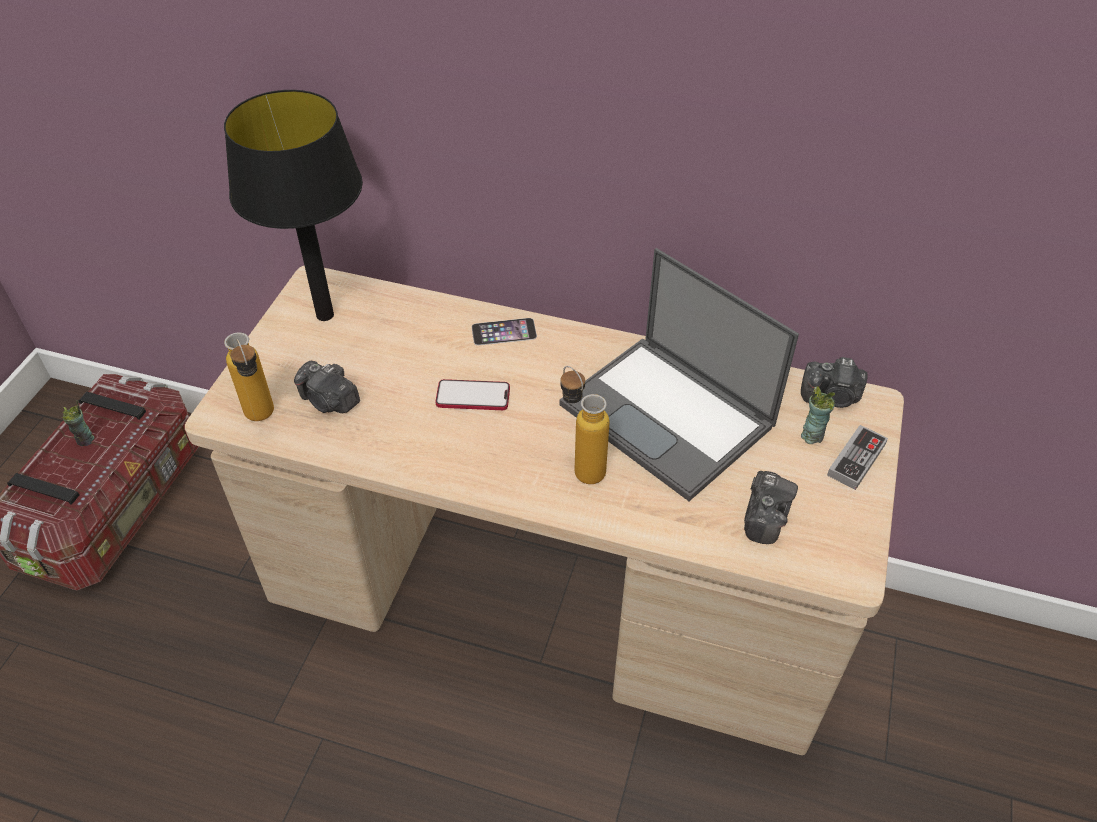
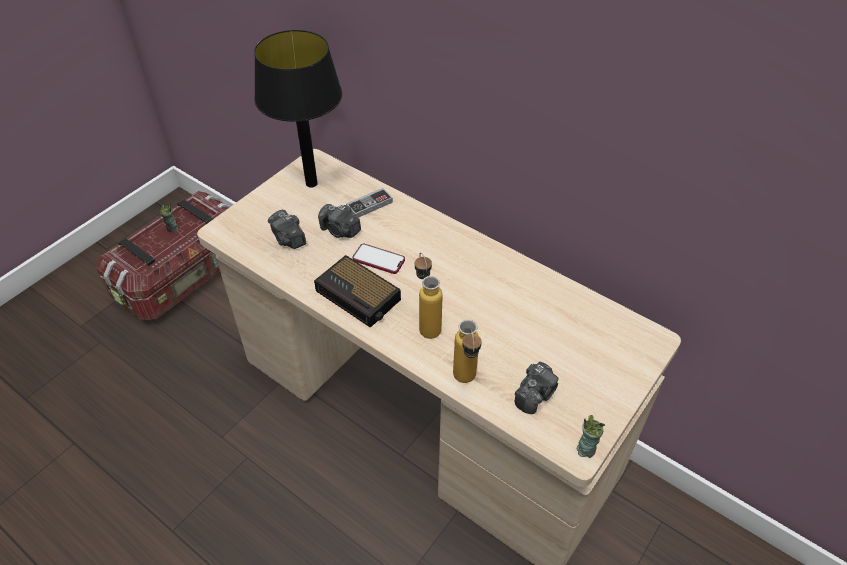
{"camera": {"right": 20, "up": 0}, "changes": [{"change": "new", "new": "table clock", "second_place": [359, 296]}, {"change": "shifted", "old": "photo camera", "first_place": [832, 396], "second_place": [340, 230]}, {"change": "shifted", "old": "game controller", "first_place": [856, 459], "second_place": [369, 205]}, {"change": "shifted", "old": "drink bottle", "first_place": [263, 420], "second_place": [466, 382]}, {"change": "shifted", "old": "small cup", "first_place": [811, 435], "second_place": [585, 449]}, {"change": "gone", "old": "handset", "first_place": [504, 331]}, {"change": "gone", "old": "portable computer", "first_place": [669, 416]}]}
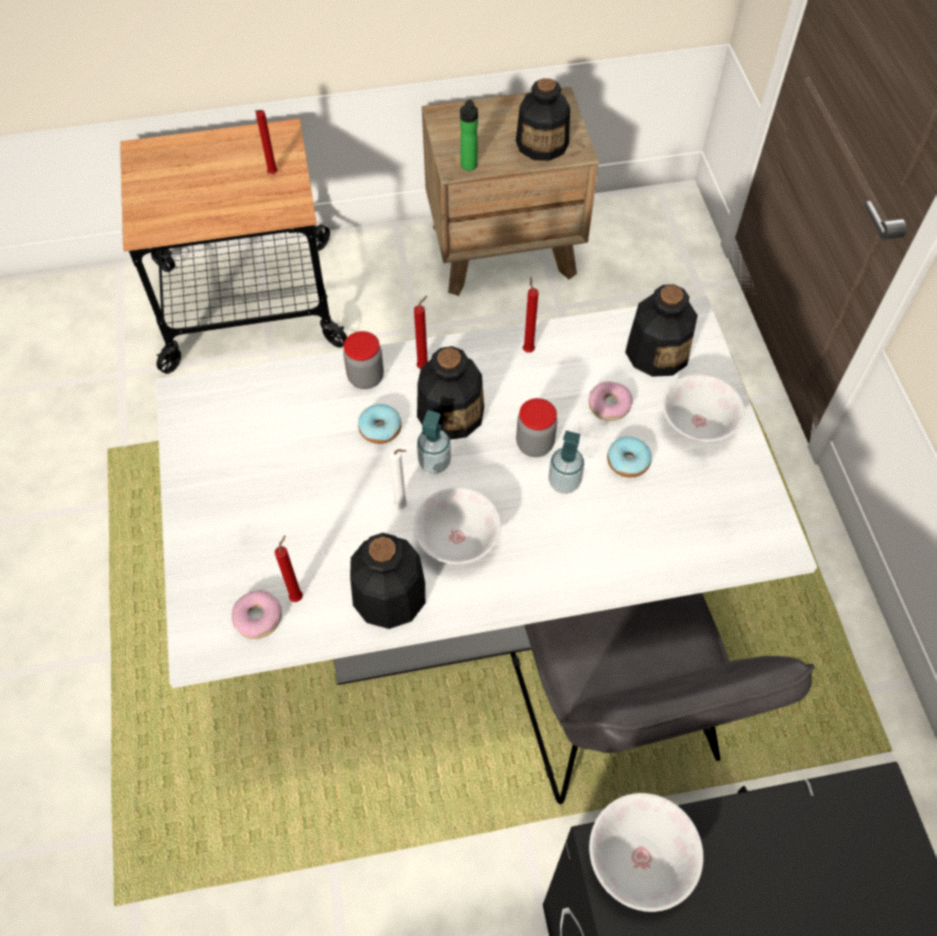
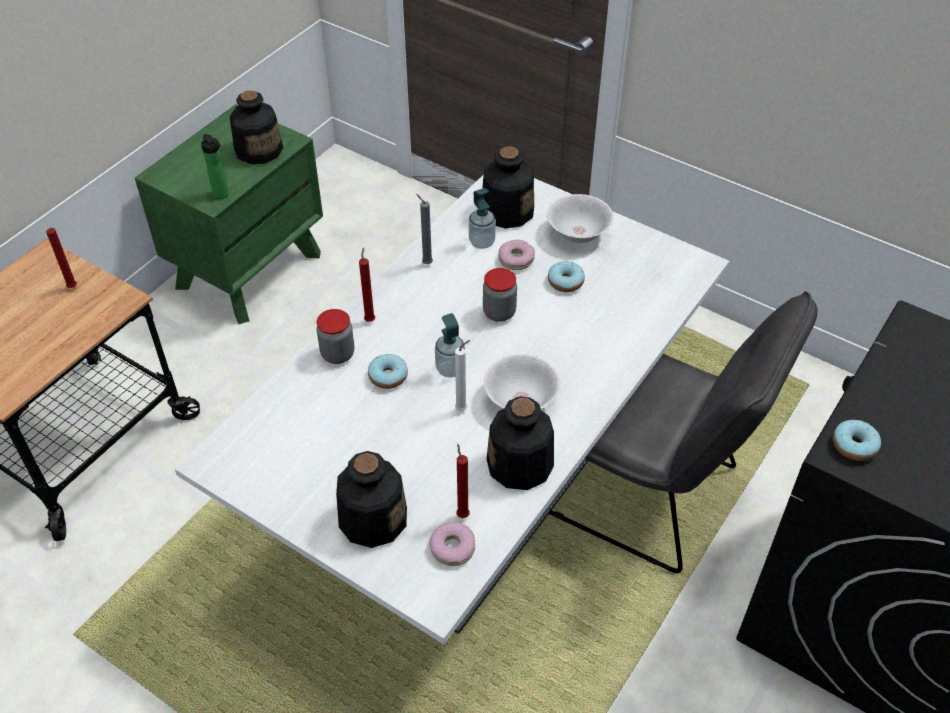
{"camera": {"right": -45, "up": -10}, "changes": [{"change": "repainted", "old": "brownish nightstand", "new": "greenish nightstand", "first_place": [504, 250], "second_place": [249, 269]}, {"change": "shifted", "old": "drink bottle", "first_place": [450, 412], "second_place": [372, 518]}, {"change": "repainted", "old": "reddish candle", "new": "gray candle", "first_place": [528, 349], "second_place": [426, 263]}, {"change": "shifted", "old": "soap bottle", "first_place": [564, 482], "second_place": [482, 242]}, {"change": "swapped", "old": "whitish deep dish", "new": "ring doughnut", "first_place": [639, 859], "second_place": [854, 445]}]}
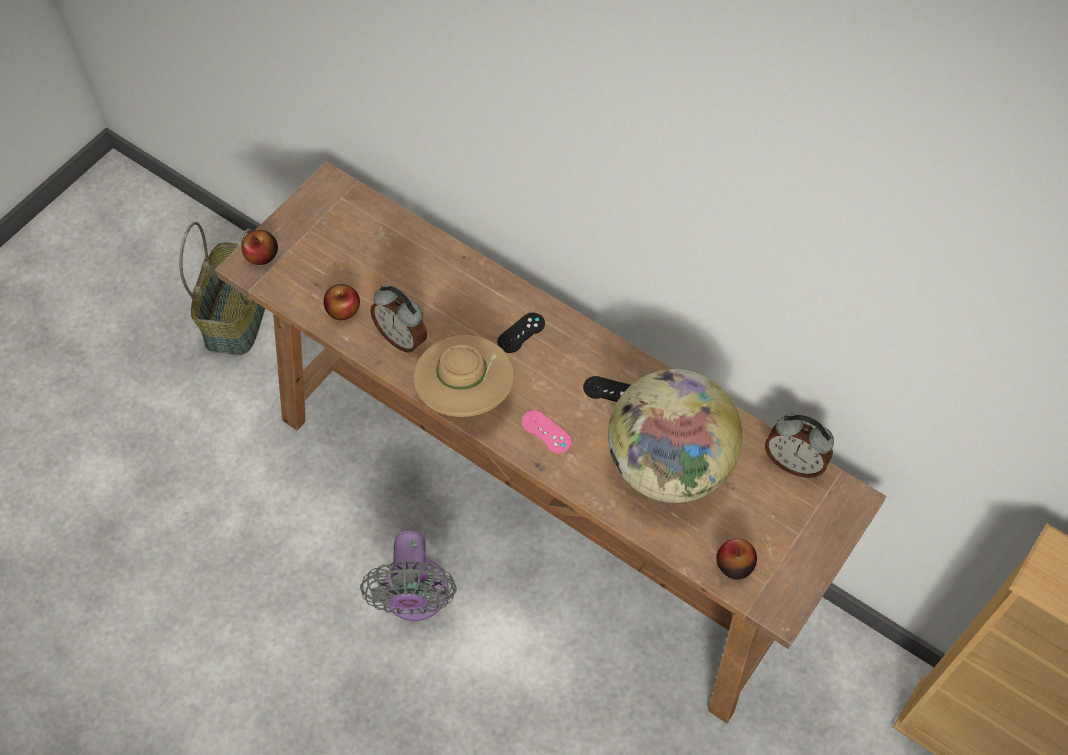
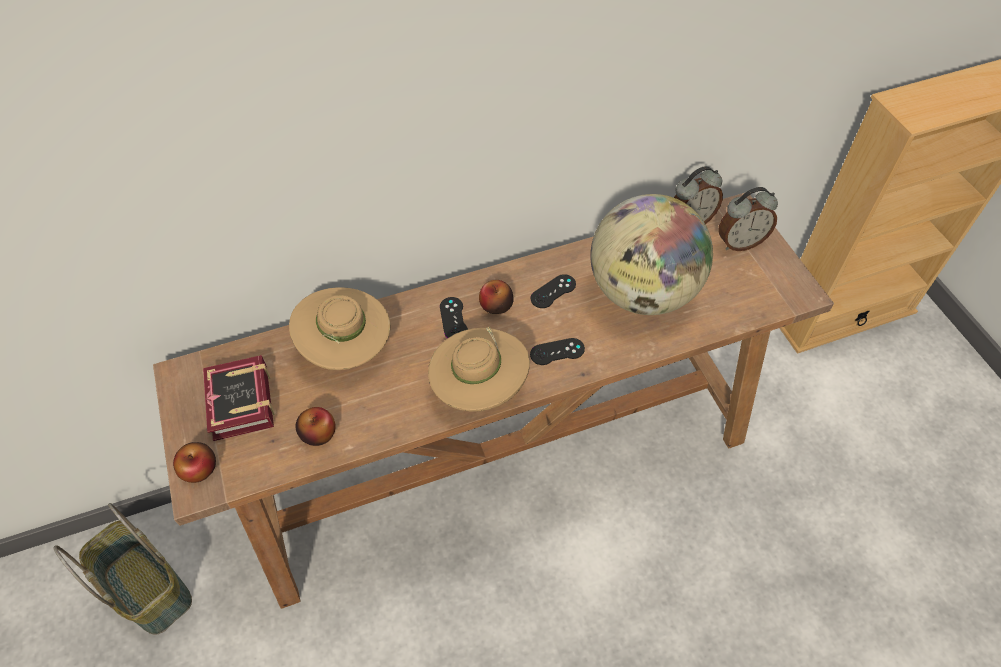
{"camera": {"right": -55, "up": -5}, "changes": [{"change": "new", "new": "volume", "second_place": [239, 406]}, {"change": "new", "new": "beige wearable hat", "second_place": [347, 348]}, {"change": "shifted", "old": "apple", "first_place": [734, 564], "second_place": [496, 305]}, {"change": "repainted", "old": "pinkish game controller", "new": "black game controller", "first_place": [546, 432], "second_place": [557, 352]}, {"change": "shifted", "old": "table clock", "first_place": [402, 338], "second_place": [740, 242]}, {"change": "gone", "old": "gray cooling fan", "first_place": [415, 597]}]}
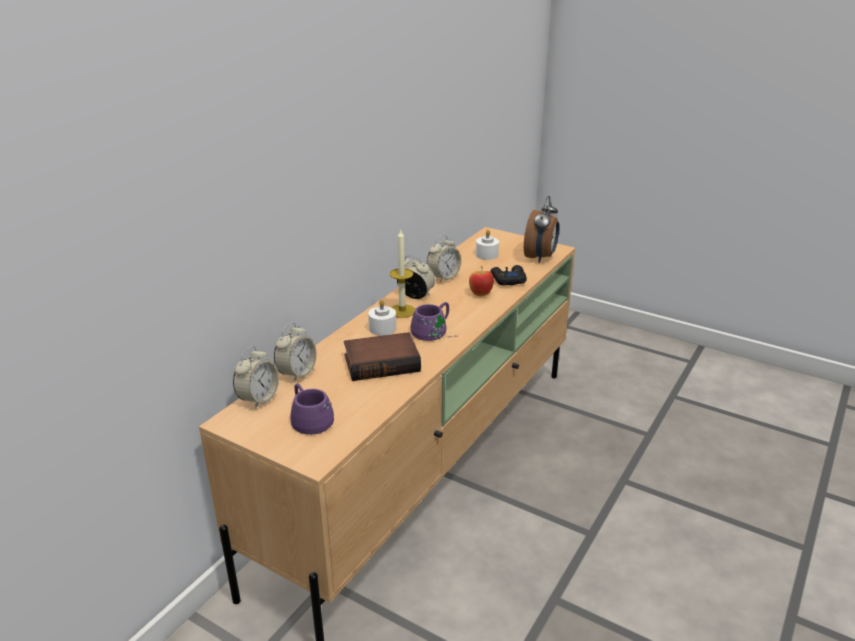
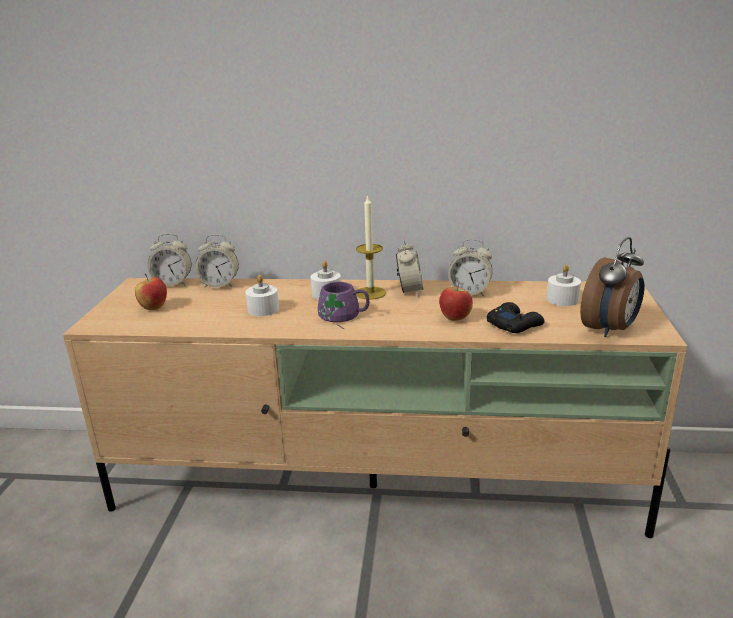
{"camera": {"right": 65, "up": -5}, "changes": [{"change": "swapped", "old": "purple-coloured tea mug", "new": "apple", "first_place": [314, 417], "second_place": [154, 308]}, {"change": "swapped", "old": "volume", "new": "whitish candle", "first_place": [382, 362], "second_place": [263, 309]}, {"change": "rotated", "old": "table clock", "first_place": [540, 257], "second_place": [610, 329], "degrees": -45}]}
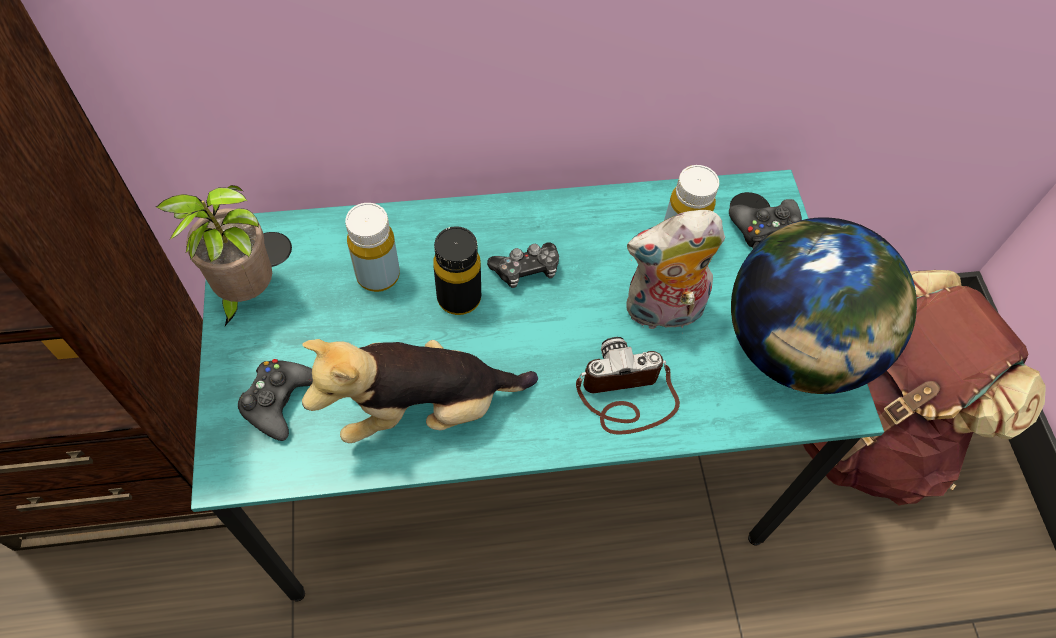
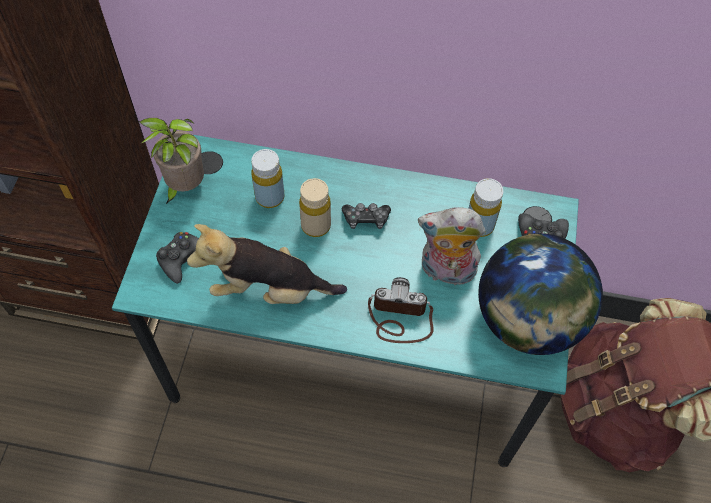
{"camera": {"right": 20, "up": 0}, "changes": [{"change": "repainted", "old": "black drink bottle", "new": "beige drink bottle", "first_place": [459, 298], "second_place": [316, 225]}]}
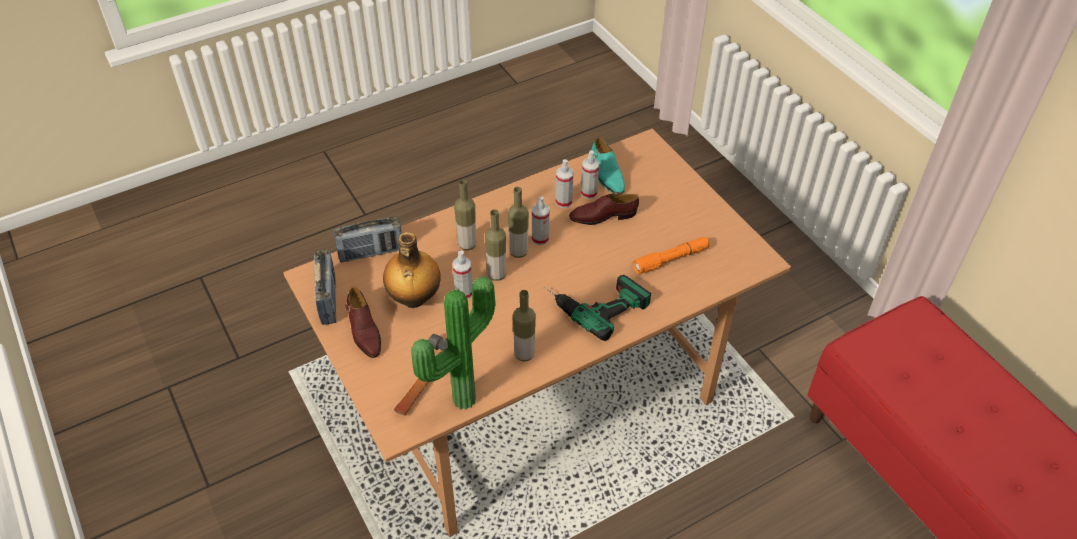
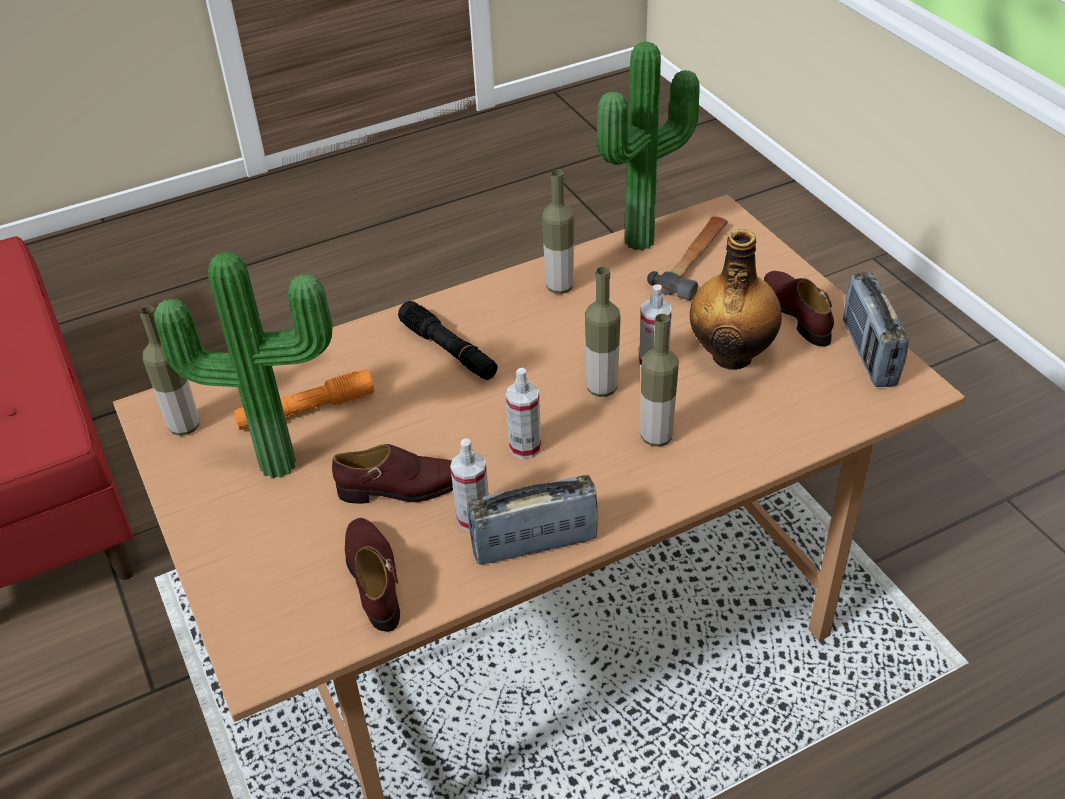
{"camera": {"right": -175, "up": -5}, "changes": [{"change": "shifted", "old": "drink bottle", "first_place": [518, 252], "second_place": [184, 426]}, {"change": "new", "new": "potted plant", "second_place": [278, 460]}, {"change": "repainted", "old": "blue-green item of footwear", "new": "brownish item of footwear", "first_place": [606, 175], "second_place": [374, 578]}, {"change": "swapped", "old": "drill", "new": "black hand torch", "first_place": [594, 301], "second_place": [448, 350]}, {"change": "shifted", "old": "radio receiver", "first_place": [371, 252], "second_place": [534, 544]}, {"change": "gone", "old": "sprayer", "first_place": [589, 193]}]}
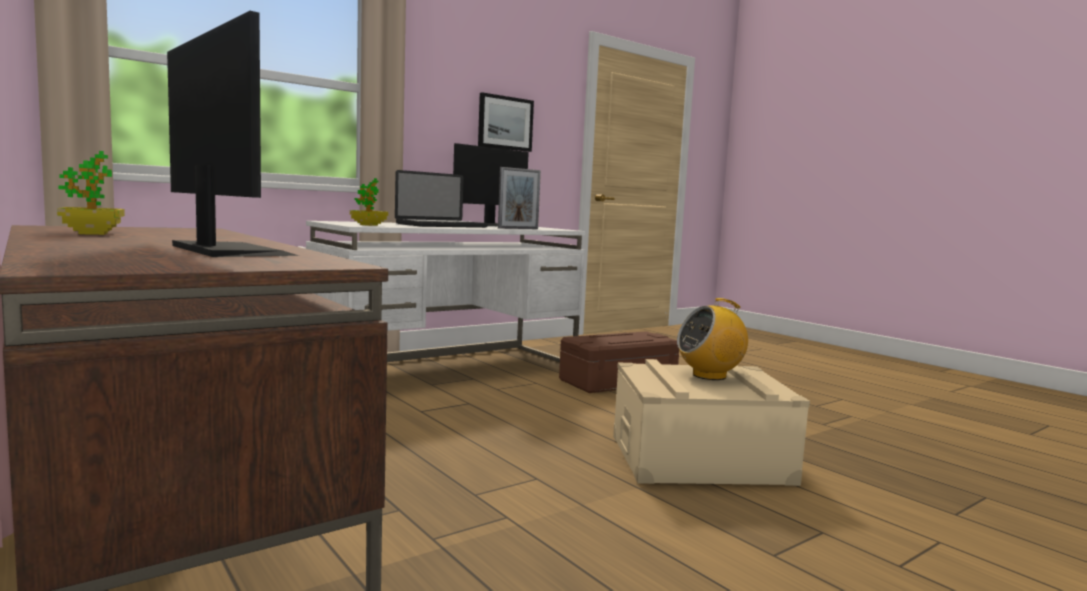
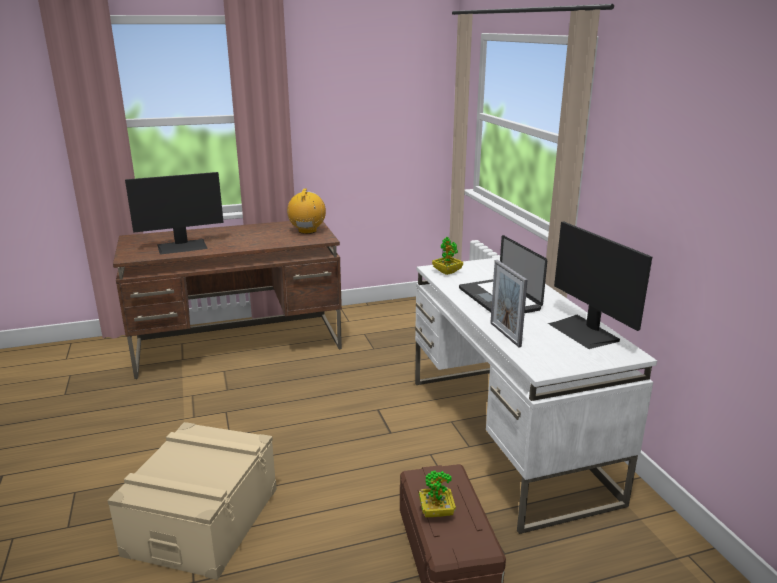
{"camera": {"right": 110, "up": 15}, "changes": [{"change": "shifted", "old": "radio receiver", "first_place": [709, 376], "second_place": [307, 231]}, {"change": "shifted", "old": "potted plant", "first_place": [93, 233], "second_place": [436, 511]}, {"change": "gone", "old": "wall art", "first_place": [505, 123]}]}
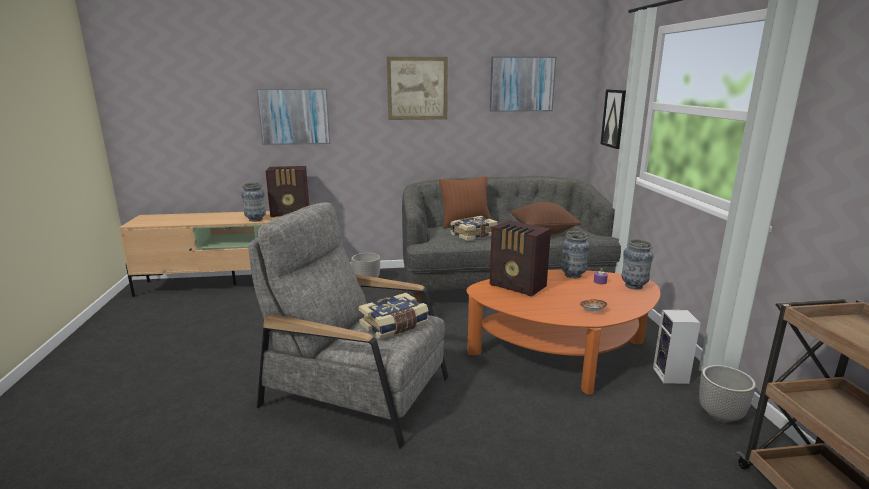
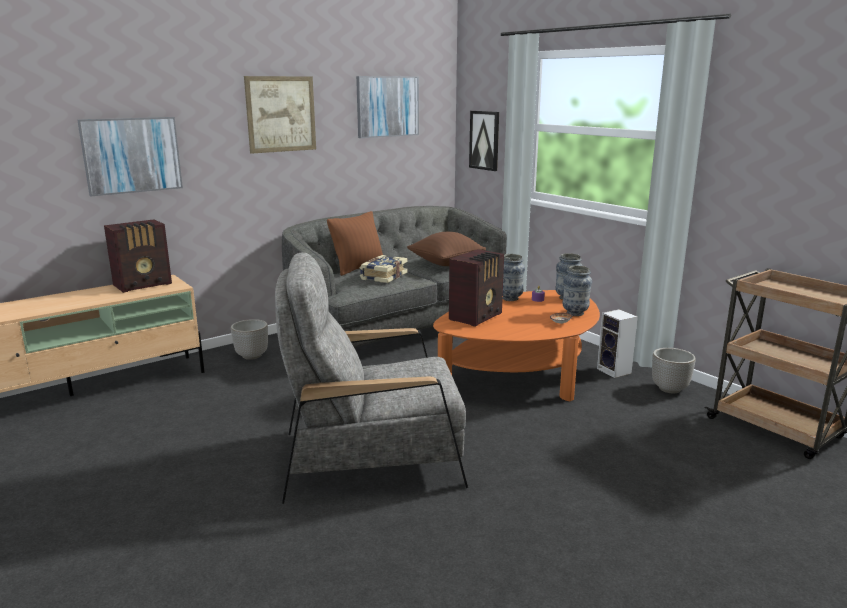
{"camera": {"right": -30, "up": 0}, "changes": [{"change": "rotated", "old": "radio receiver", "first_place": [518, 286], "second_place": [477, 316], "degrees": -60}, {"change": "shifted", "old": "vase", "first_place": [255, 220], "second_place": [575, 313]}, {"change": "gone", "old": "volume", "first_place": [394, 326]}]}
